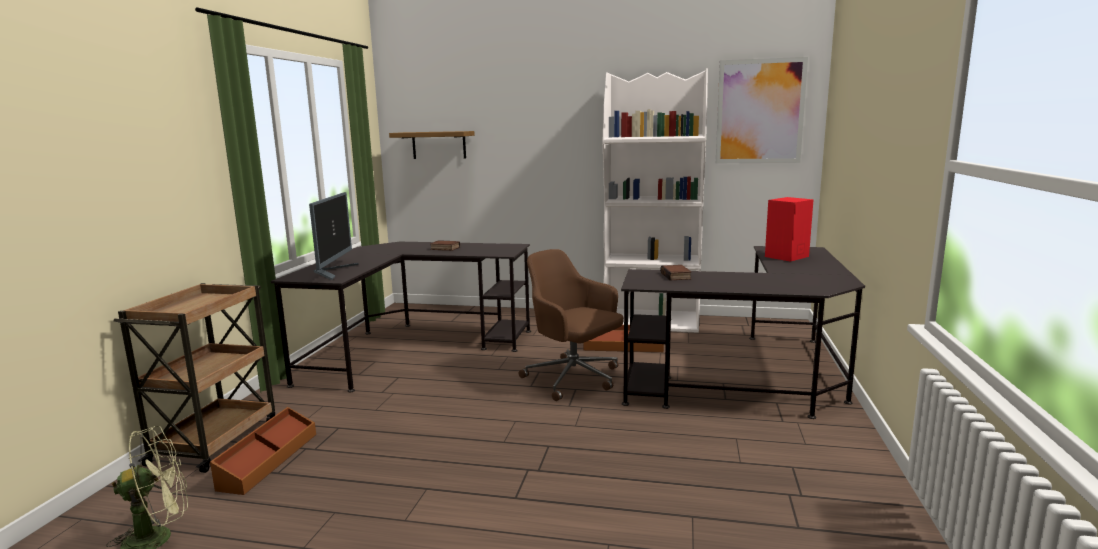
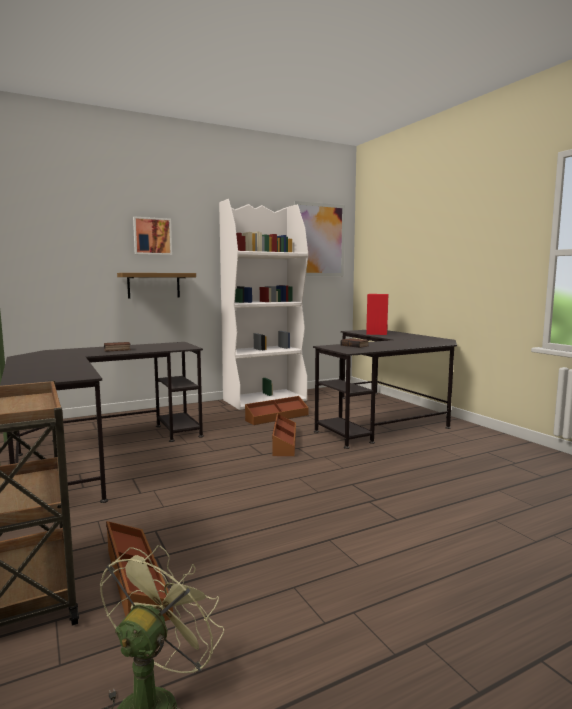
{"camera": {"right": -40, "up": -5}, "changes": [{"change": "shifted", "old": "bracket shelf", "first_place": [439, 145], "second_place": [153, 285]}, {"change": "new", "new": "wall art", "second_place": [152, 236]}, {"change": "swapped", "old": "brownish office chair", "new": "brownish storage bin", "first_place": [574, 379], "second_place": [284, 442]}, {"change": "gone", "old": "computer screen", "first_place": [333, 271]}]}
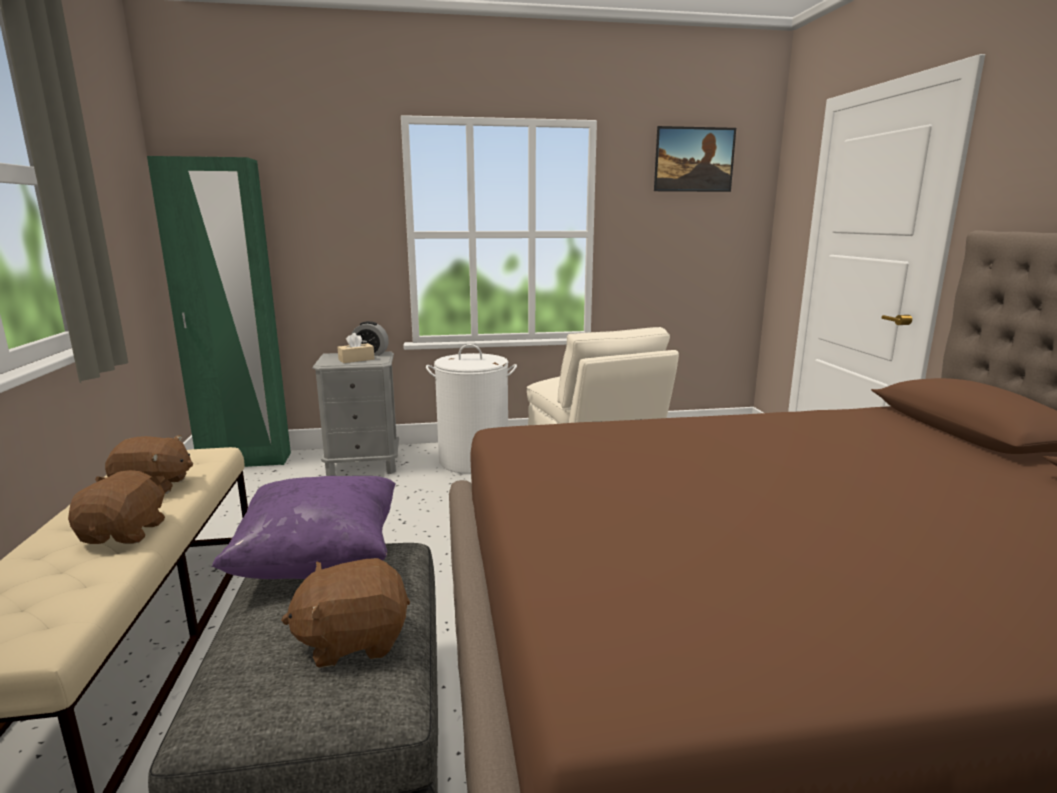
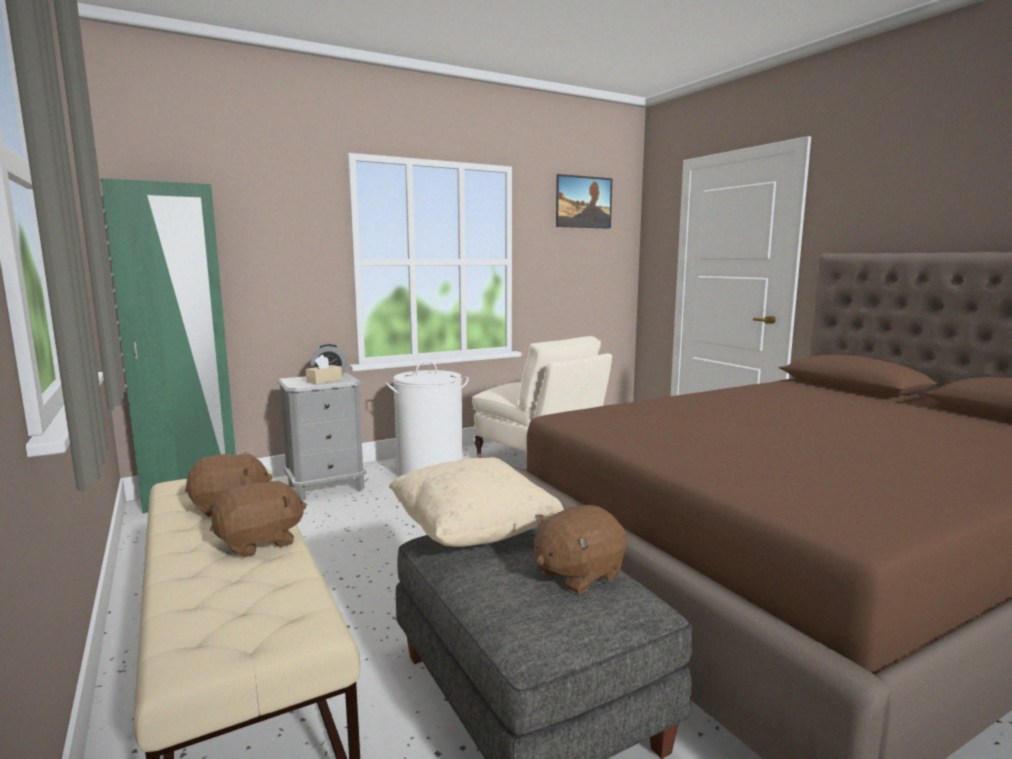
{"camera": {"right": -20, "up": -5}, "changes": [{"change": "rotated", "old": "brownish cuddly toy", "first_place": [126, 533], "second_place": [260, 542], "degrees": 75}, {"change": "repainted", "old": "purple-coloured throw pillow", "new": "beige throw pillow", "first_place": [320, 559], "second_place": [473, 532]}]}
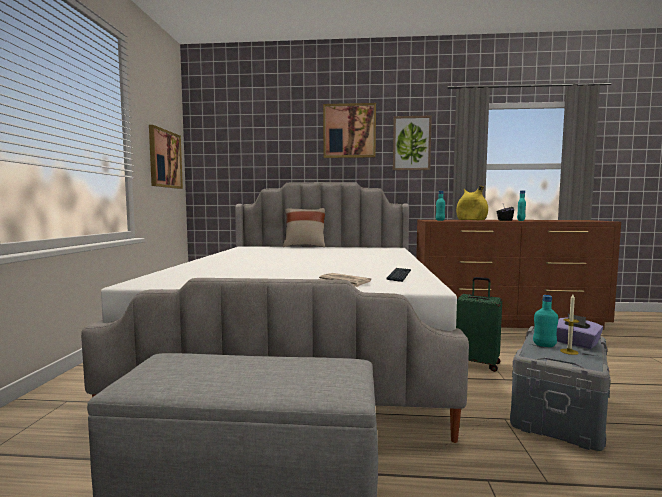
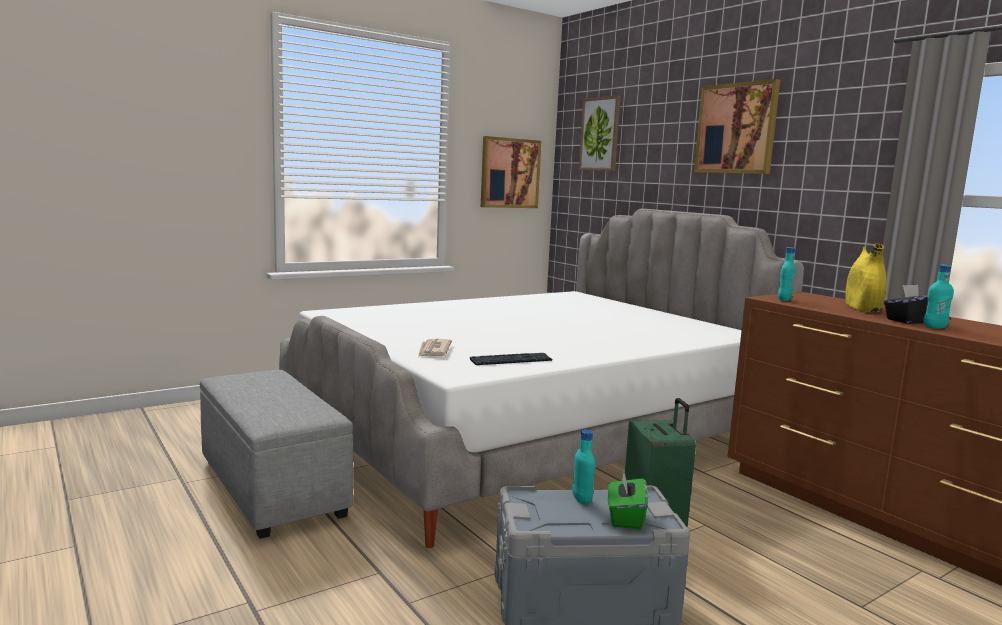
{"camera": {"right": 50, "up": 5}, "changes": [{"change": "shifted", "old": "wall art", "first_place": [411, 143], "second_place": [600, 134]}, {"change": "repainted", "old": "purple-coloured tissue box", "new": "greenish tissue box", "first_place": [576, 343], "second_place": [625, 517]}, {"change": "gone", "old": "beige throw pillow", "first_place": [305, 246]}, {"change": "gone", "old": "candle", "first_place": [569, 351]}]}
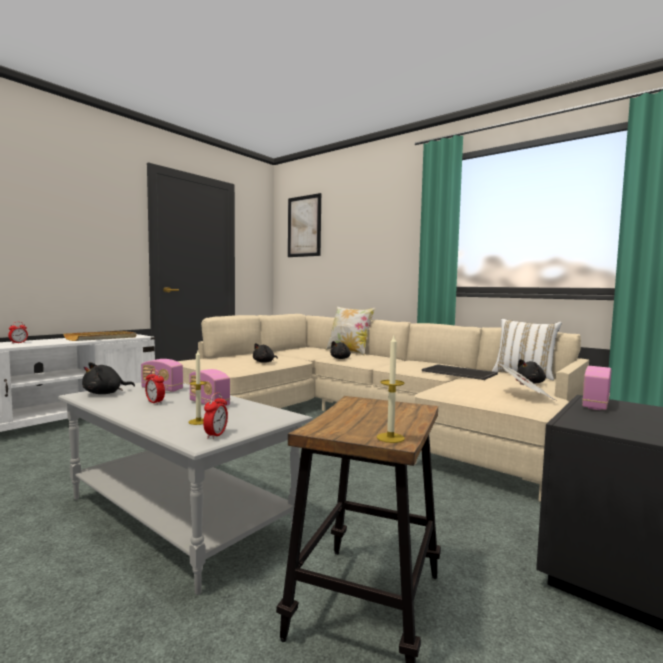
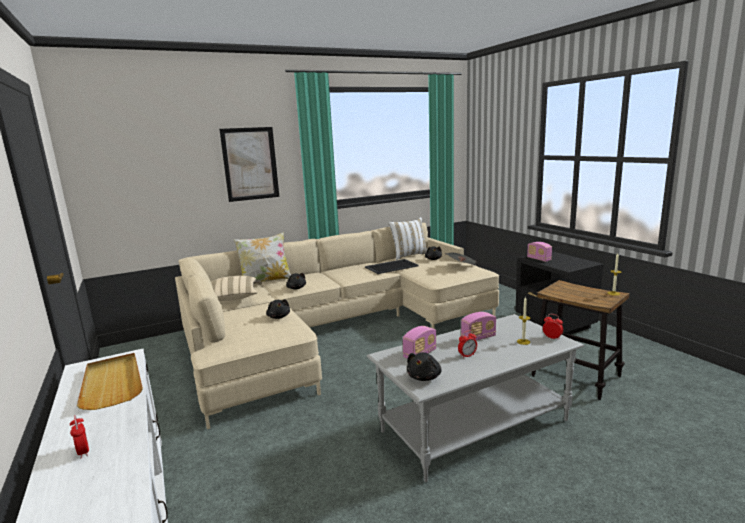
{"camera": {"right": -65, "up": 10}, "changes": [{"change": "new", "new": "beige throw pillow", "second_place": [232, 298]}, {"change": "shifted", "old": "wall art", "first_place": [304, 226], "second_place": [250, 164]}, {"change": "rotated", "old": "black cuddly toy", "first_place": [105, 393], "second_place": [424, 377], "degrees": 45}]}
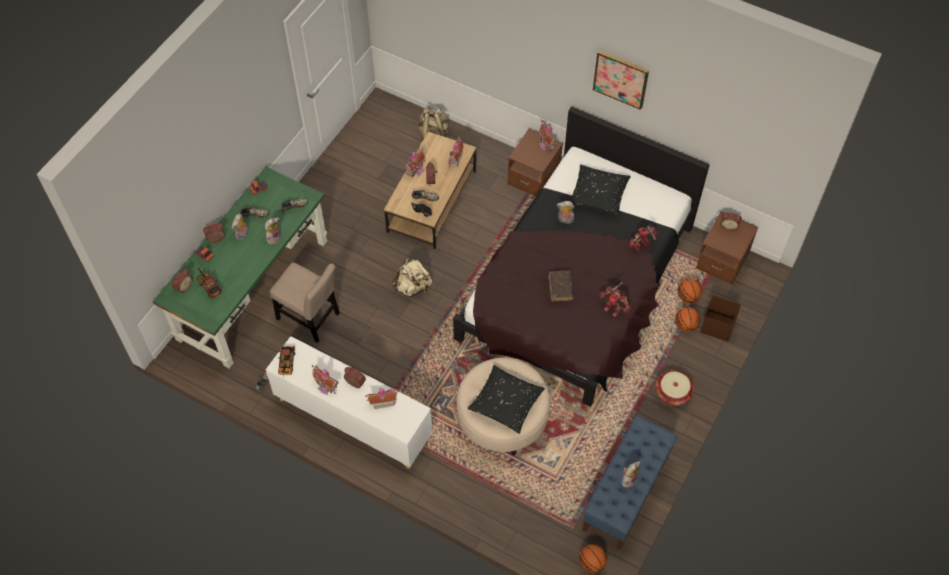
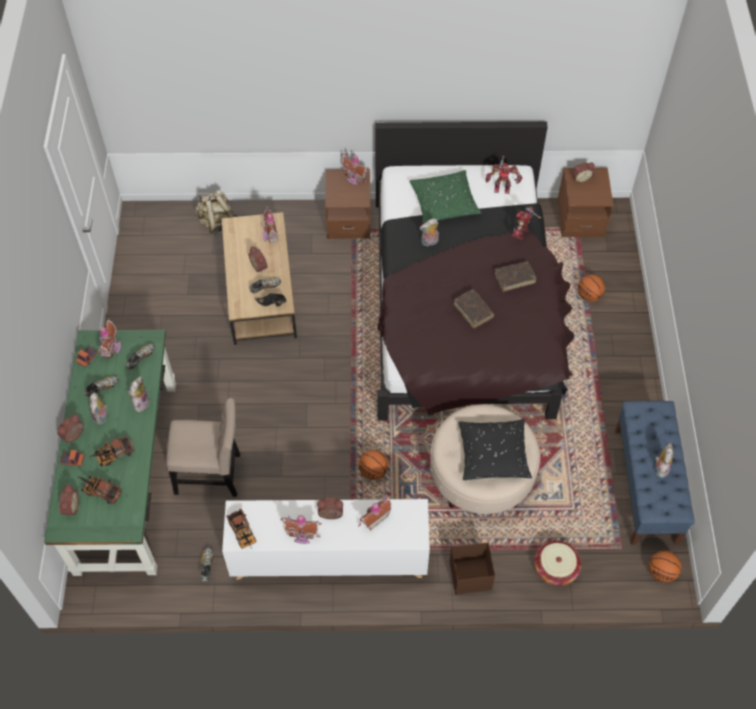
{"camera": {"right": -30, "up": 0}, "changes": [{"change": "new", "new": "toy truck", "second_place": [113, 455]}, {"change": "shifted", "old": "miniature house", "first_place": [416, 171], "second_place": [112, 348]}, {"change": "shifted", "old": "basketball ball", "first_place": [687, 297], "second_place": [373, 471]}, {"change": "repainted", "old": "black throw pillow", "new": "greenish throw pillow", "first_place": [598, 194], "second_place": [444, 202]}, {"change": "shifted", "old": "brownish storage bin", "first_place": [717, 326], "second_place": [469, 575]}, {"change": "shifted", "old": "robot figure", "first_place": [613, 308], "second_place": [502, 187]}, {"change": "new", "new": "brownish volume", "second_place": [514, 278]}, {"change": "shifted", "old": "storage basket", "first_place": [673, 393], "second_place": [555, 568]}, {"change": "gone", "old": "beige rucksack", "first_place": [413, 287]}, {"change": "gone", "old": "wall art", "first_place": [621, 79]}]}
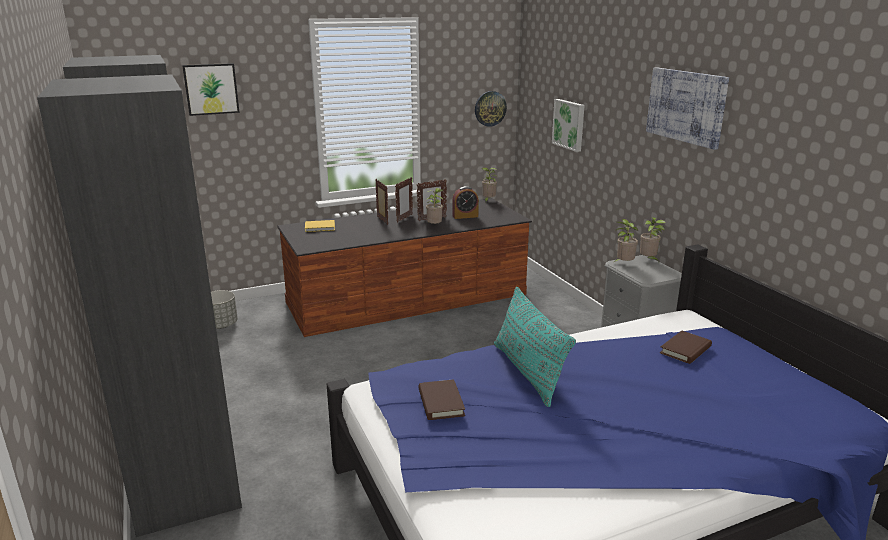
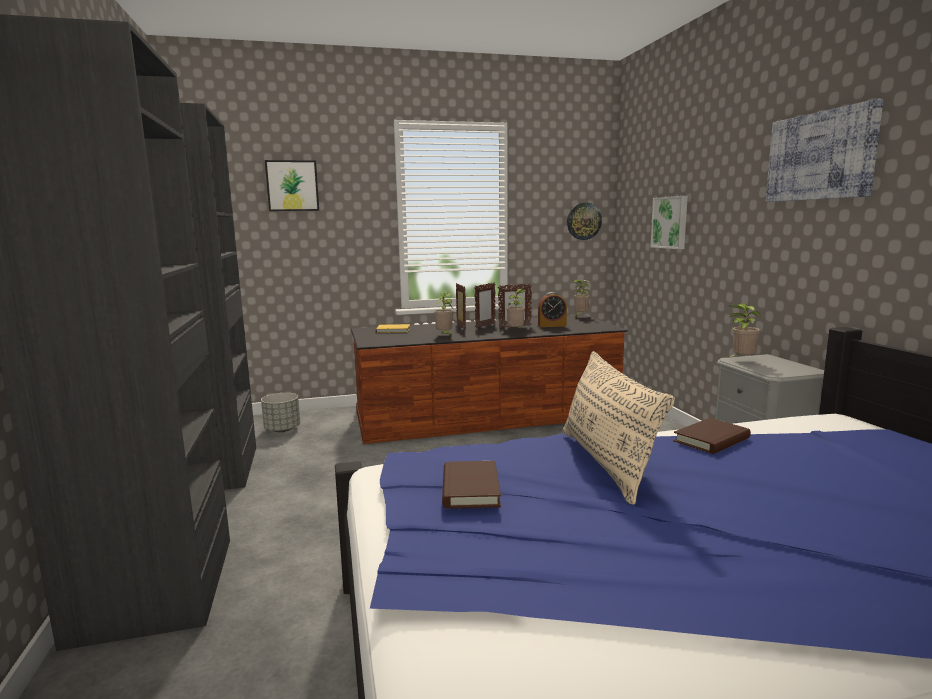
{"camera": {"right": 10, "up": -10}, "changes": [{"change": "shifted", "old": "potted plant", "first_place": [648, 260], "second_place": [444, 335]}, {"change": "repainted", "old": "blue-green throw pillow", "new": "beige throw pillow", "first_place": [528, 372], "second_place": [605, 463]}, {"change": "shifted", "old": "brownish volume", "first_place": [685, 350], "second_place": [711, 440]}]}
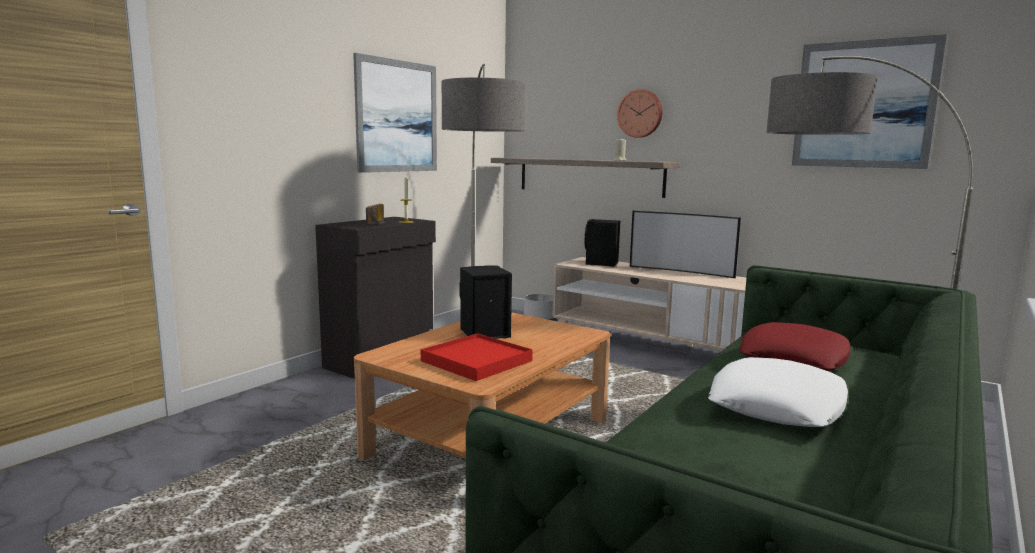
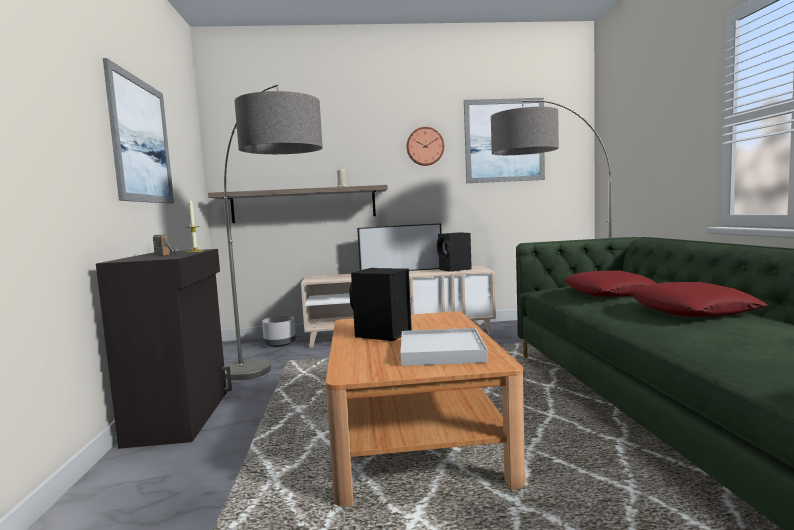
{"camera": {"right": -40, "up": -5}, "changes": [{"change": "repainted", "old": "reddish carrying tray", "new": "whitish carrying tray", "first_place": [476, 361], "second_place": [441, 351]}, {"change": "shifted", "old": "wall clock", "first_place": [640, 113], "second_place": [425, 146]}, {"change": "shifted", "old": "black speaker", "first_place": [601, 264], "second_place": [455, 269]}, {"change": "repainted", "old": "whitish throw pillow", "new": "reddish throw pillow", "first_place": [777, 405], "second_place": [691, 310]}]}
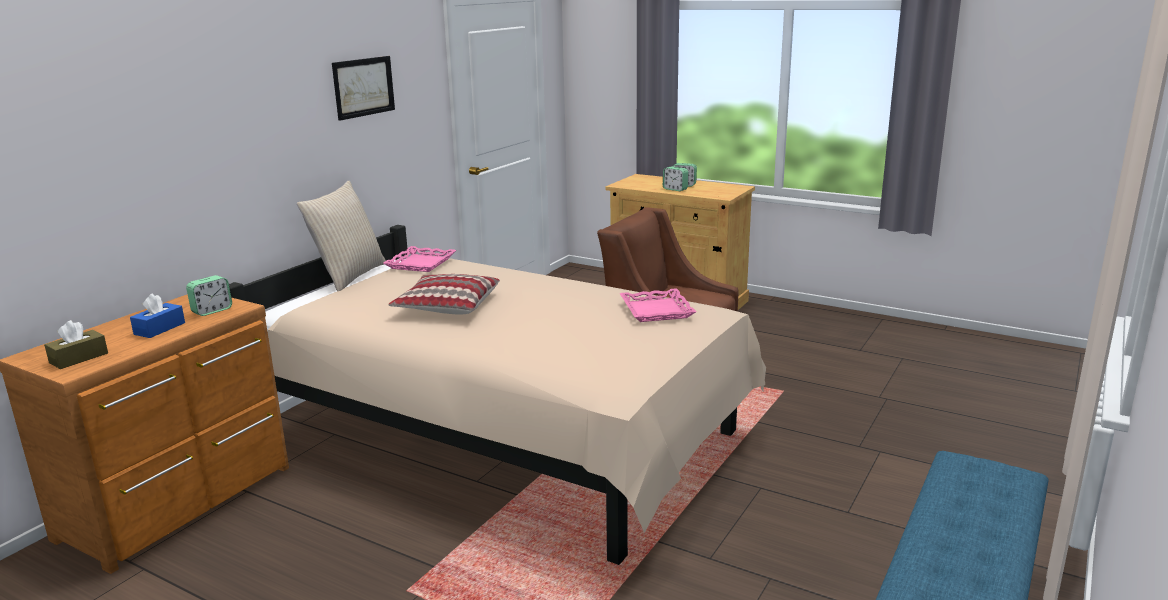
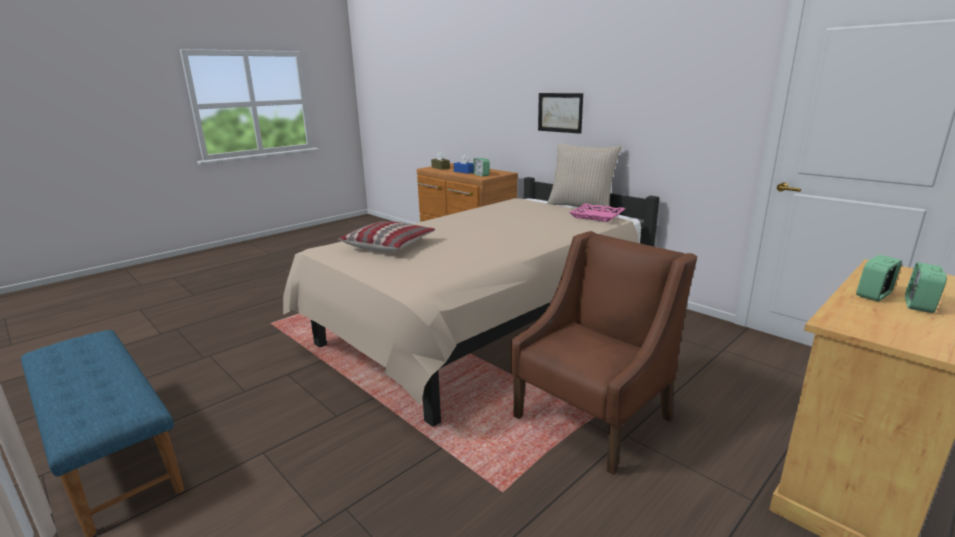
{"camera": {"right": 105, "up": 0}, "changes": [{"change": "shifted", "old": "throw pillow", "first_place": [446, 306], "second_place": [389, 245]}, {"change": "shifted", "old": "wall art", "first_place": [363, 87], "second_place": [560, 112]}, {"change": "gone", "old": "pinkish carrying tray", "first_place": [656, 310]}]}
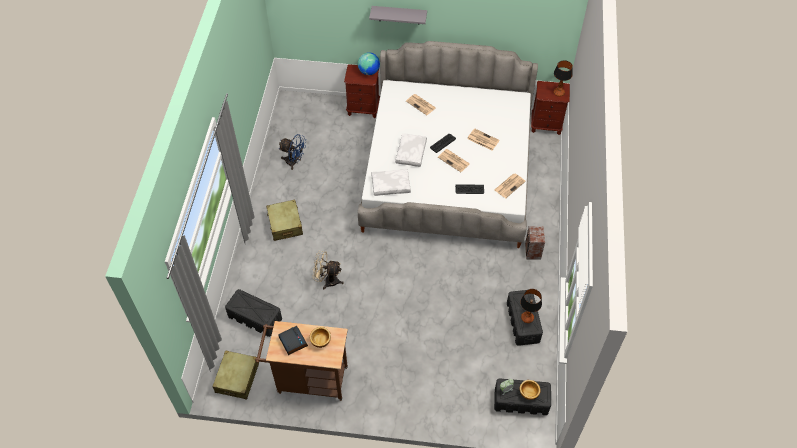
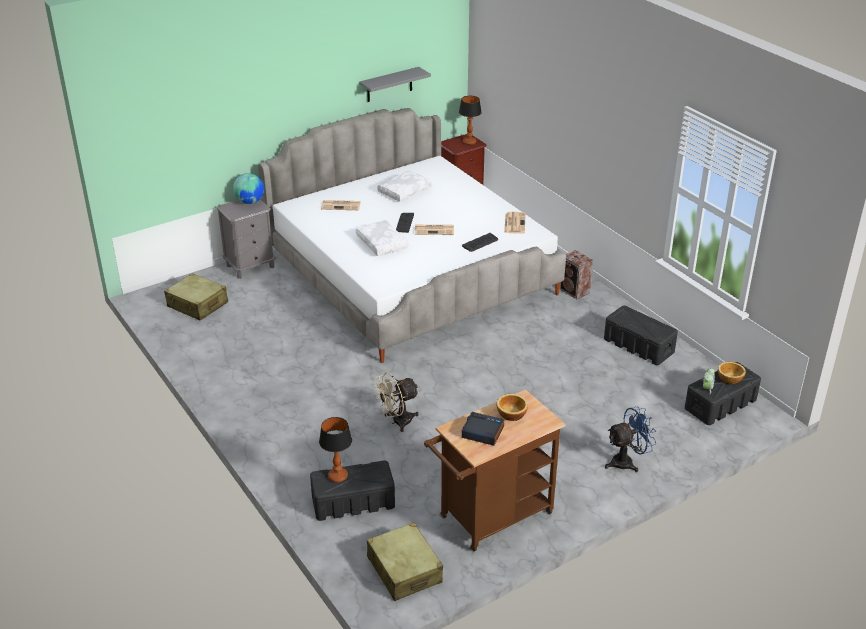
{"camera": {"right": -40, "up": -20}, "changes": [{"change": "shifted", "old": "beige piece of luggage", "first_place": [285, 224], "second_place": [197, 305]}, {"change": "repainted", "old": "brownish nightstand", "new": "gray nightstand", "first_place": [363, 109], "second_place": [250, 266]}, {"change": "shifted", "old": "lamp for a table", "first_place": [527, 318], "second_place": [337, 476]}, {"change": "shifted", "old": "gray bracket shelf", "first_place": [399, 15], "second_place": [389, 84]}, {"change": "shifted", "old": "whitish throw pillow", "first_place": [391, 185], "second_place": [404, 191]}, {"change": "shifted", "old": "bluish cooling fan", "first_place": [294, 162], "second_place": [627, 462]}, {"change": "gone", "old": "newspaper", "first_place": [482, 139]}]}
